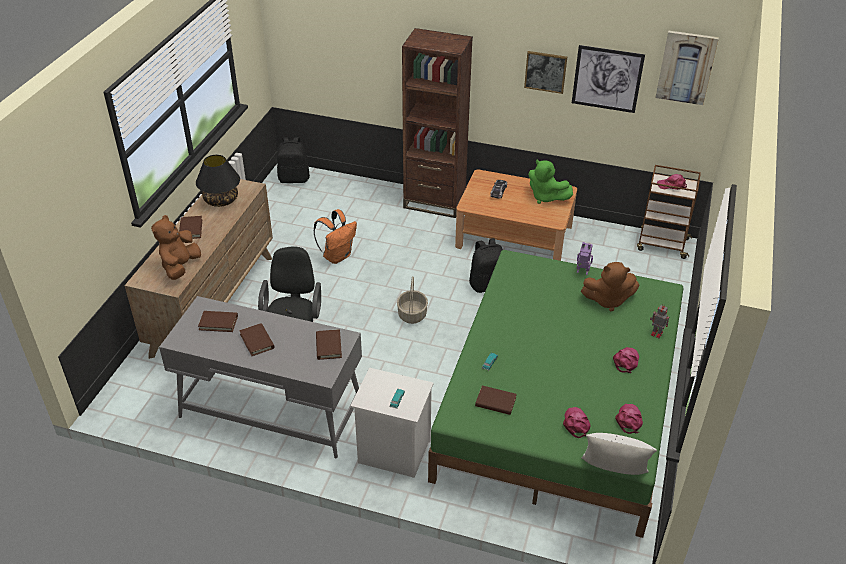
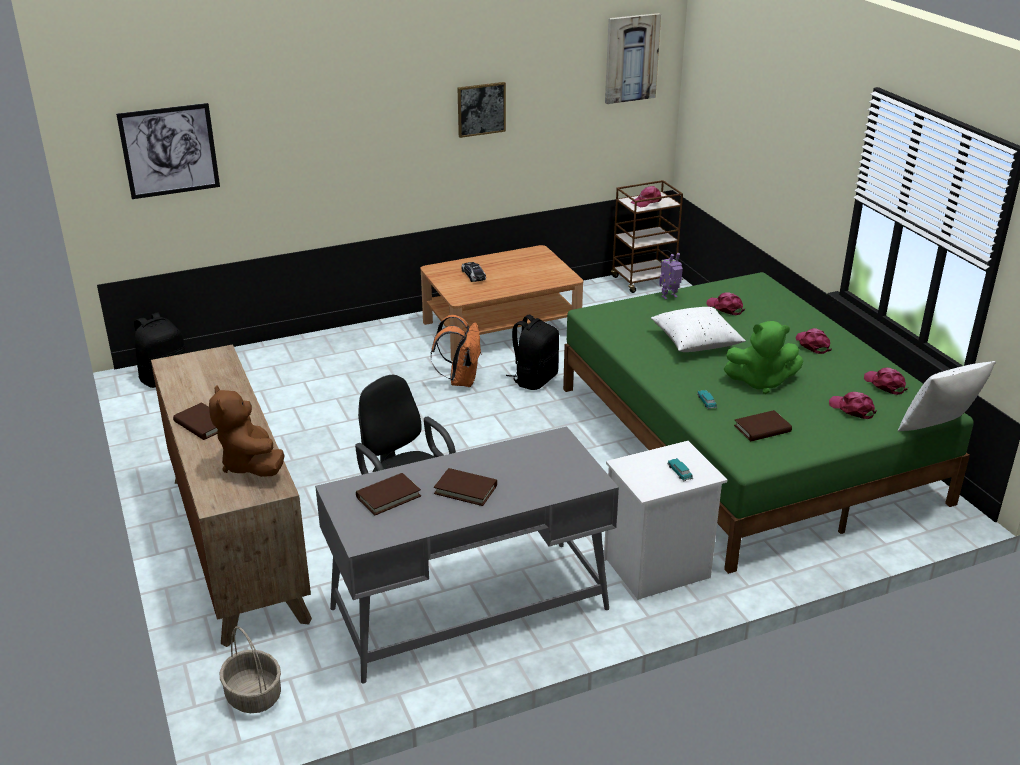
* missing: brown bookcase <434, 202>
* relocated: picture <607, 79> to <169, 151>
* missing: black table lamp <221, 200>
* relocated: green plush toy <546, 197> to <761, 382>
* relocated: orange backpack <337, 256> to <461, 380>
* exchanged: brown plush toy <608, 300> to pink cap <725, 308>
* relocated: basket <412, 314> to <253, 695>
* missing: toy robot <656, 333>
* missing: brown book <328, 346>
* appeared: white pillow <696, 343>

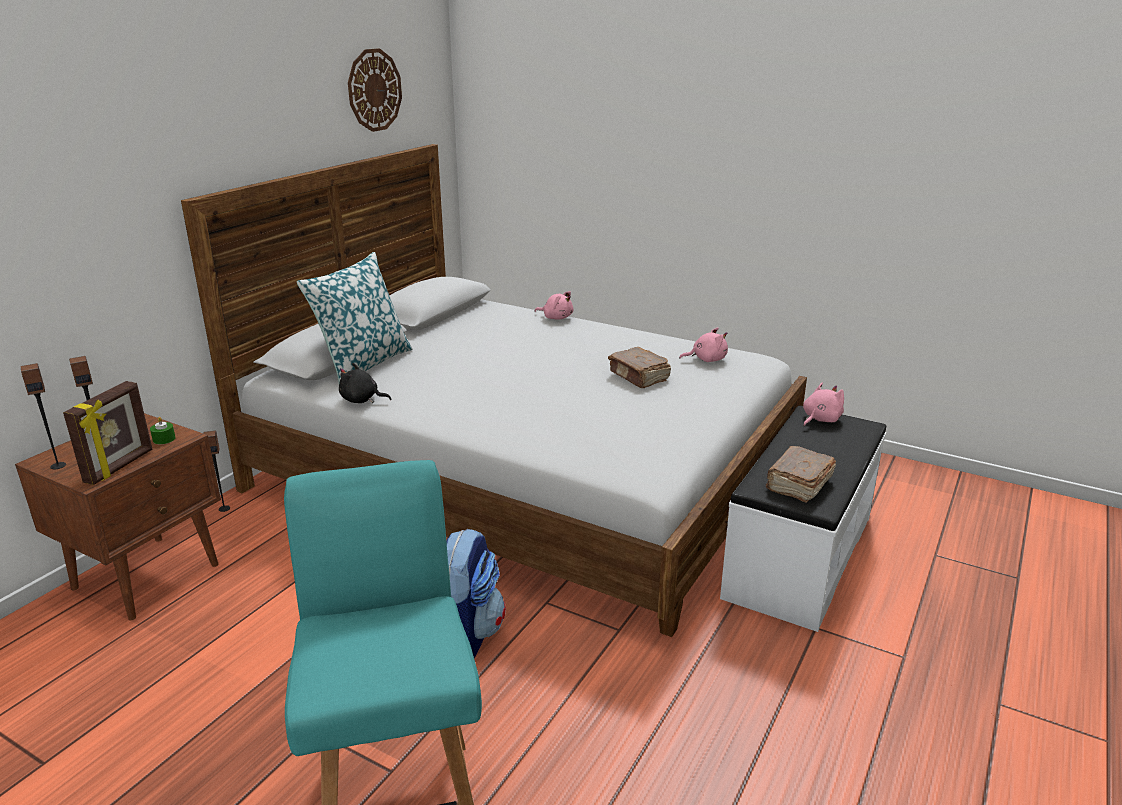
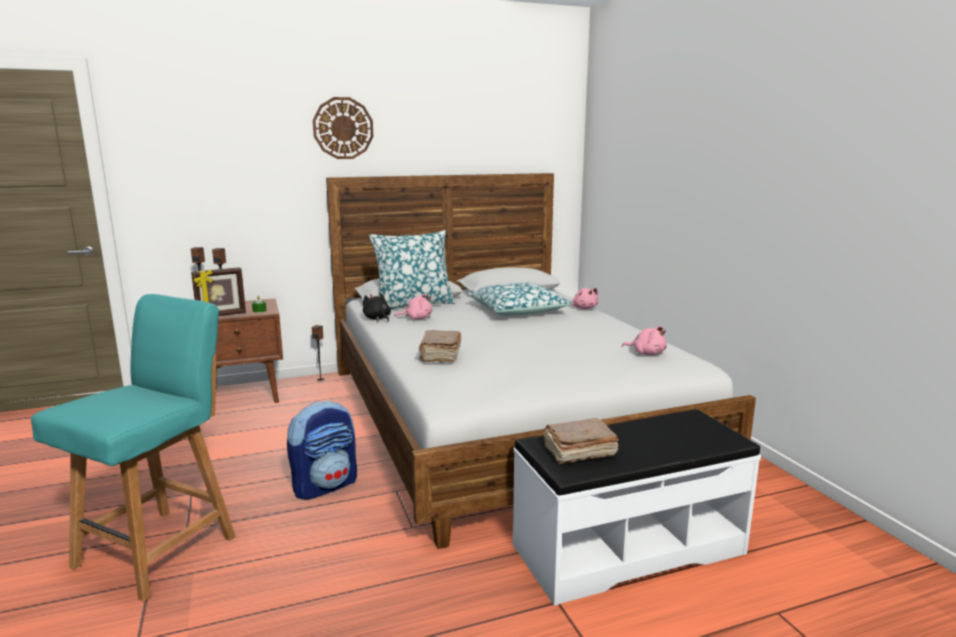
* relocated: wall clock <374, 90> to <343, 128>
* relocated: brown book <639, 377> to <440, 355>
* relocated: pink plush toy <820, 419> to <416, 318>
* appeared: pillow <517, 311>

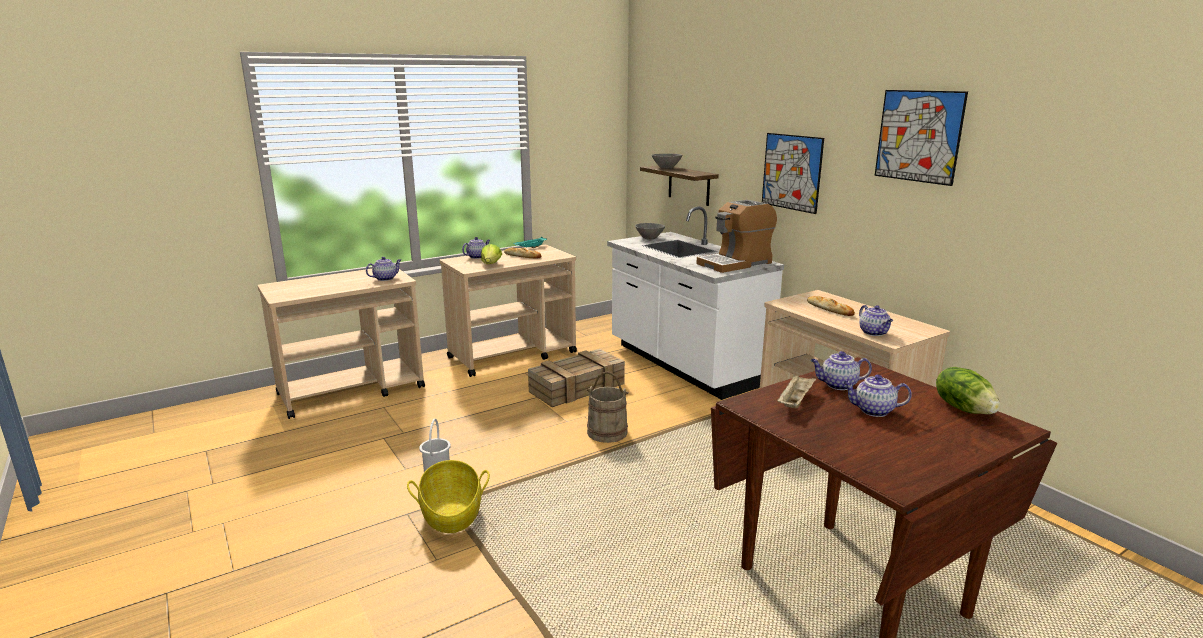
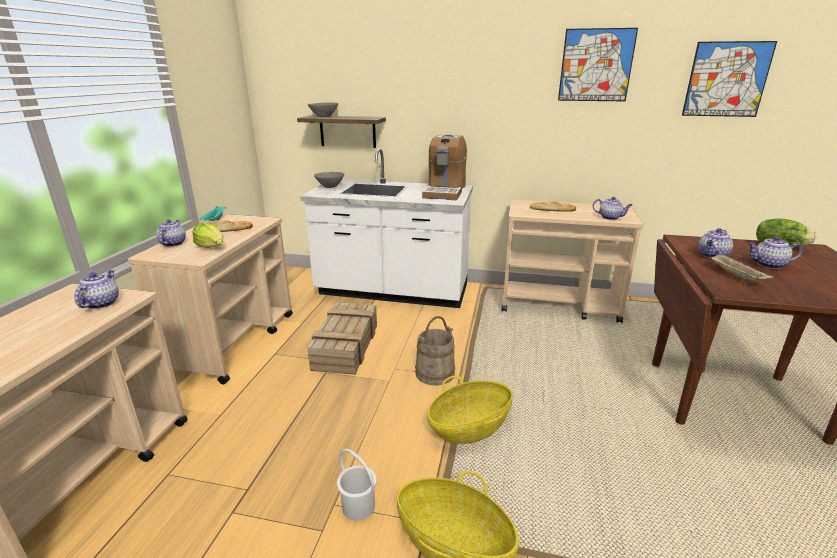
* relocated: picture <791, 172> to <726, 79>
* spun: teapot <872, 411> = <768, 265> 45 degrees clockwise
* appeared: basket <469, 427>

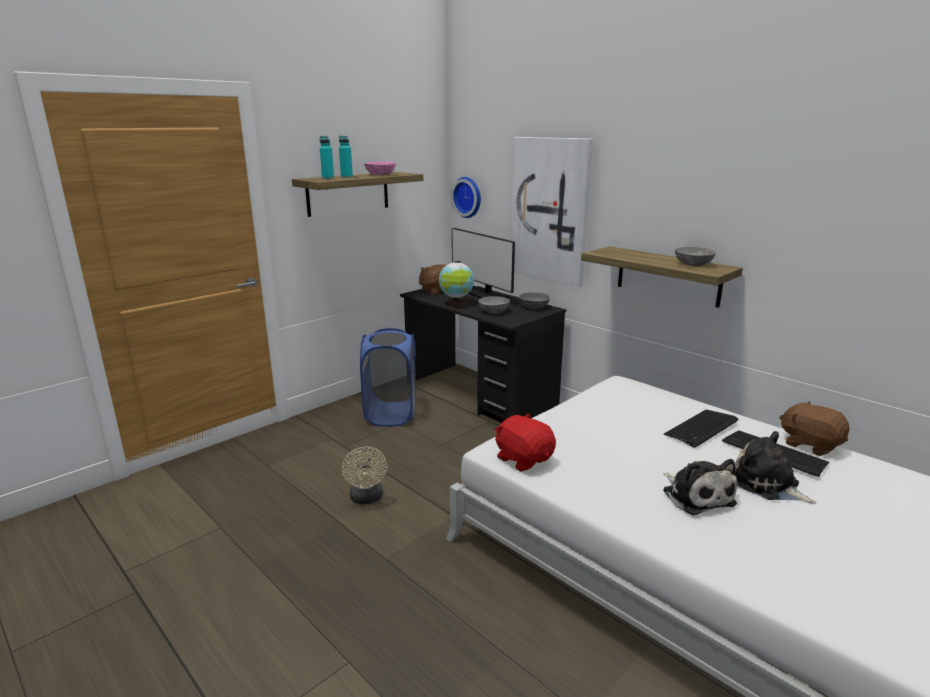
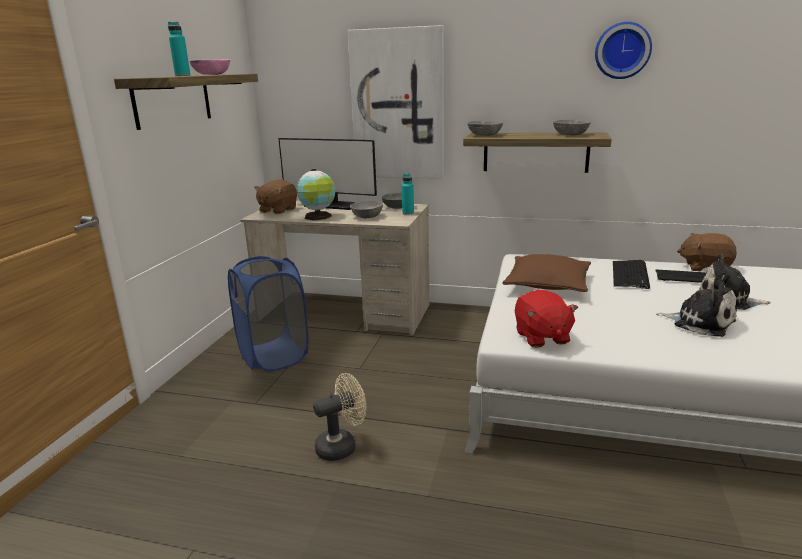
* relocated: turquoise bottle <328, 178> to <408, 213>
* relocated: wall clock <468, 197> to <622, 50>
* colour: black desk <479, 394> to beige desk <345, 313>
* spun: red plush toy <523, 459> = <541, 337> 120 degrees counterclockwise
* spun: beige fan <367, 498> = <342, 446> 75 degrees counterclockwise
* appeared: grey bowl <484, 135>
* appeared: brown pillow <547, 284>

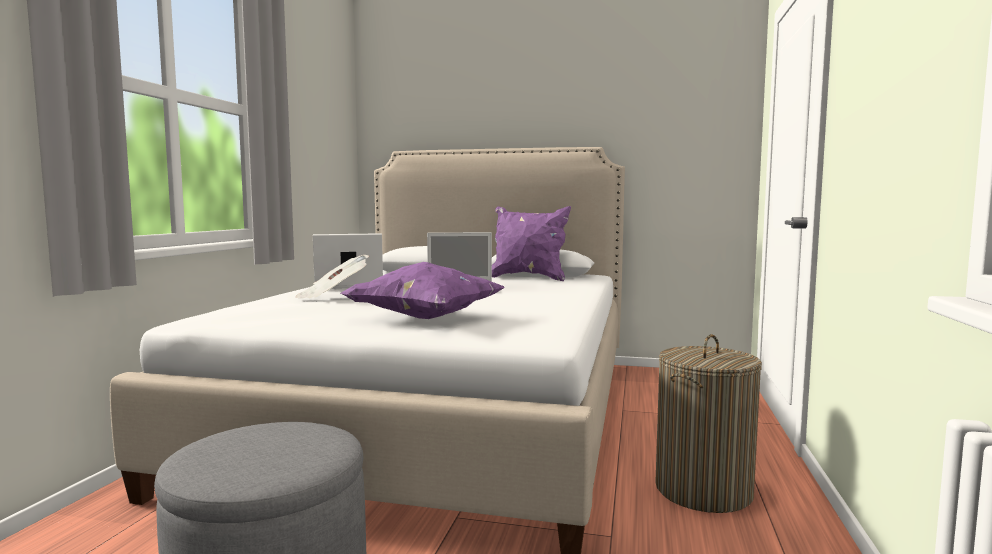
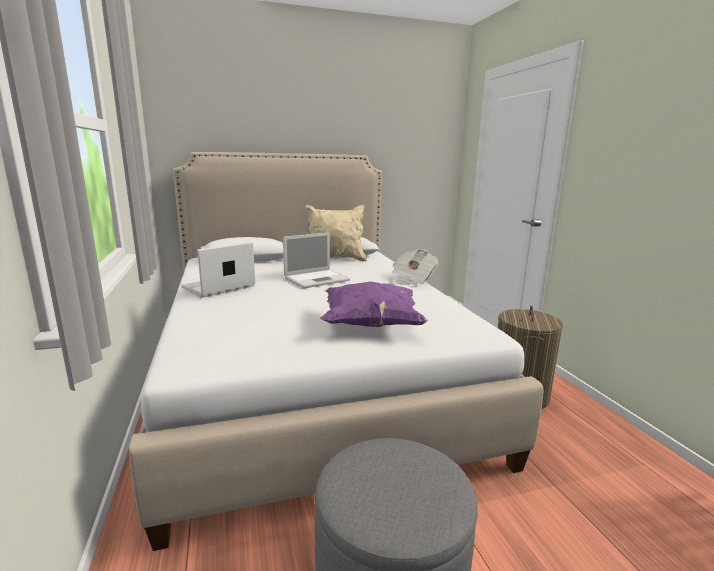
* colour: purple pillow <528, 278> to beige pillow <336, 259>
* relocated: newspaper <333, 296> to <412, 280>

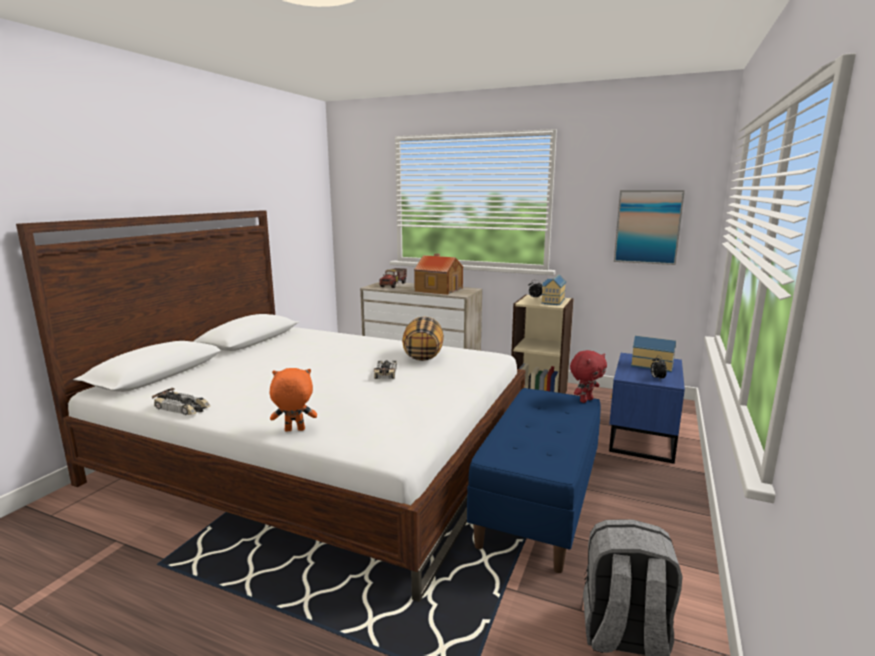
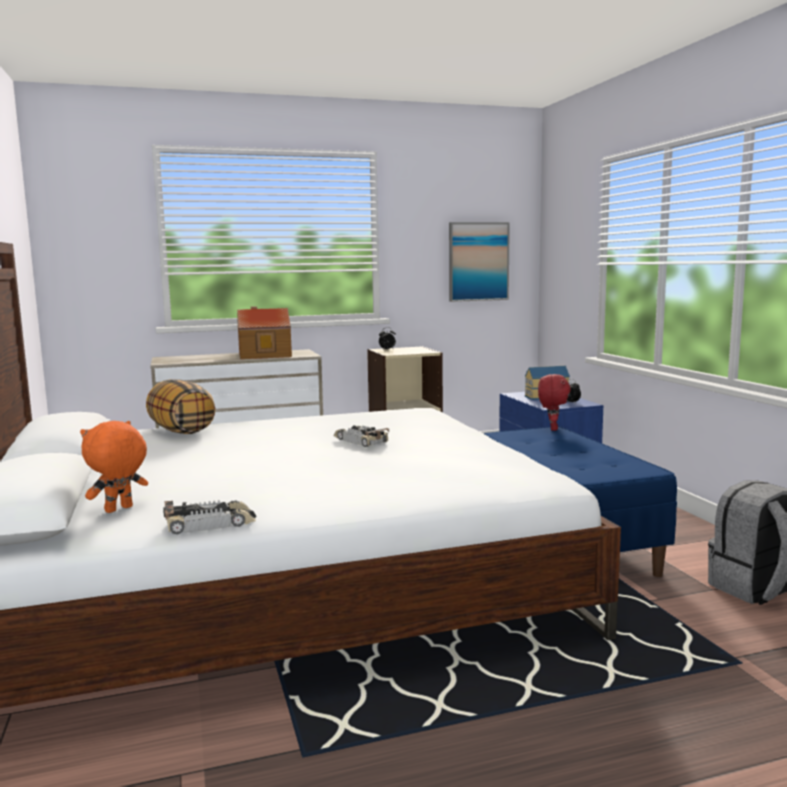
* missing: toy truck <394, 285>
* missing: toy house <552, 301>
* relocated: pillow <423, 356> to <181, 431>
* relocated: orange plush toy <294, 430> to <119, 510>

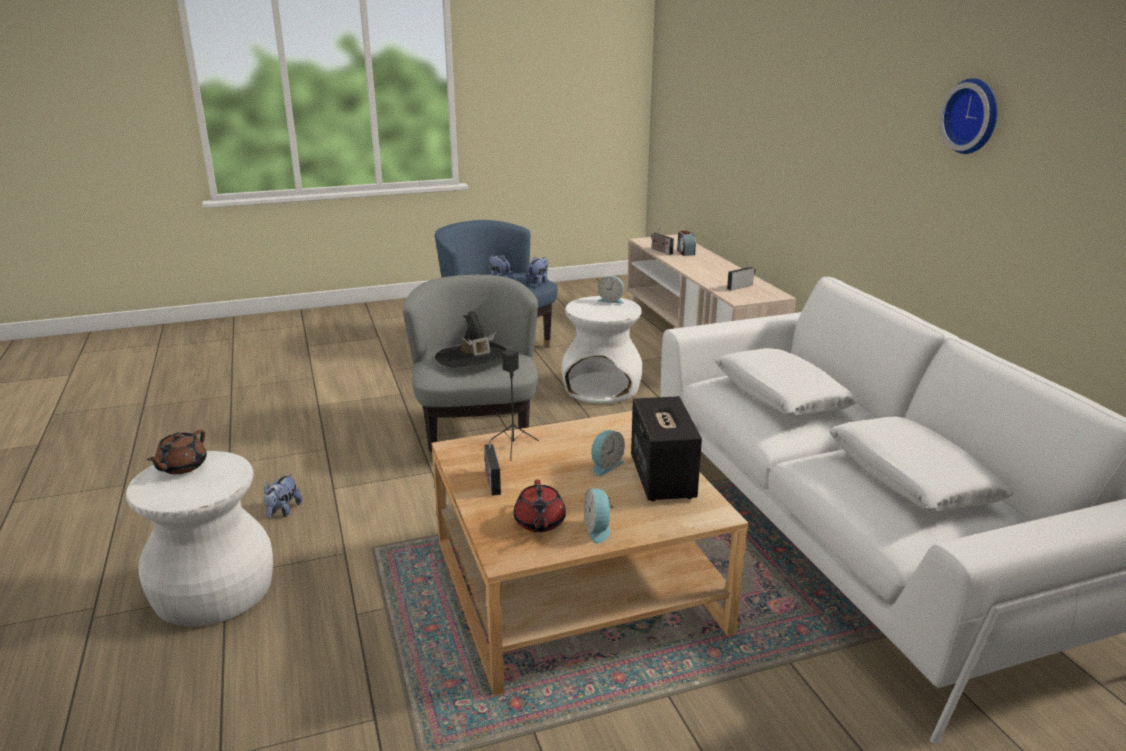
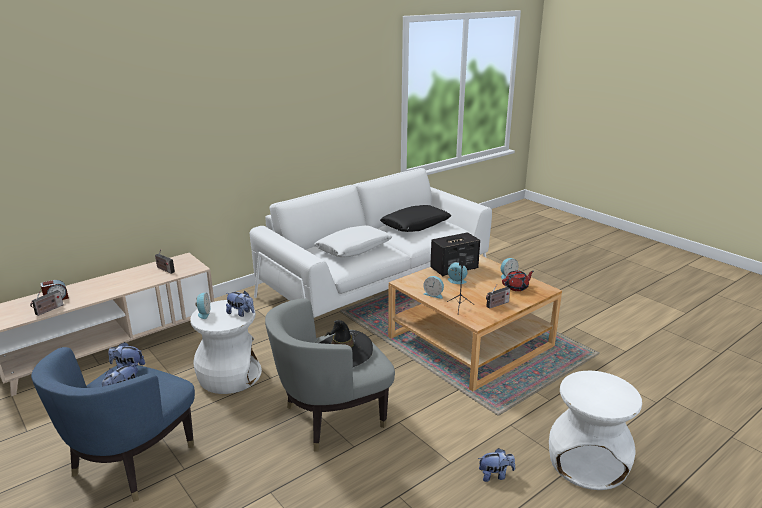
* missing: wall clock <973, 116>
* colour: white pillow <911, 478> to black pillow <415, 225>
* missing: brown teapot <181, 467>
* appeared: alarm clock <434, 294>
* appeared: plush toy <241, 313>

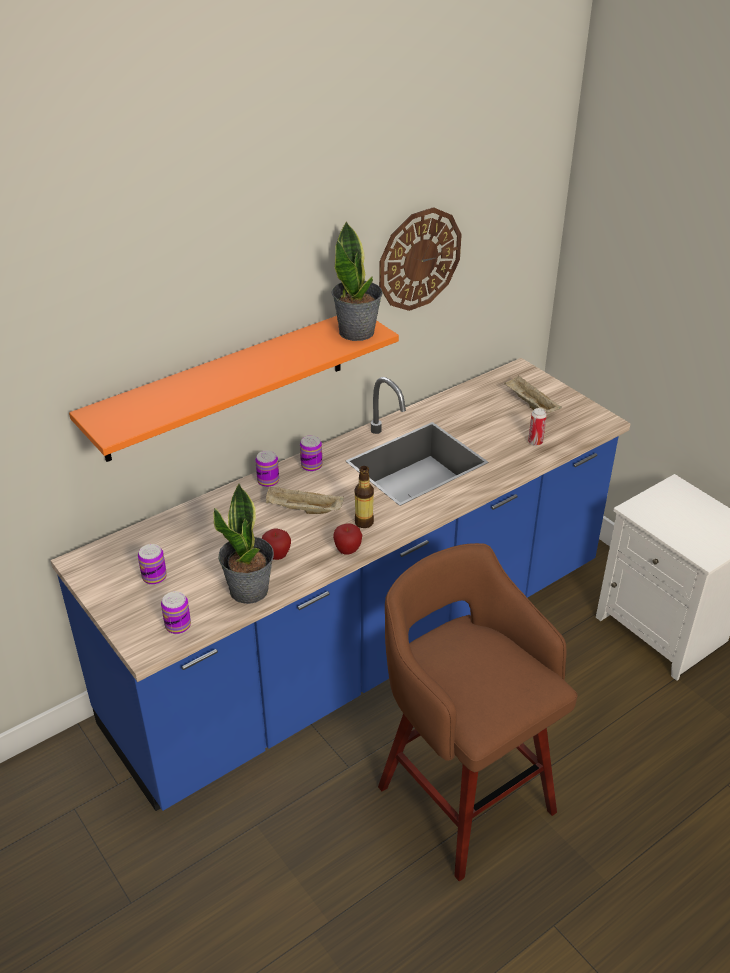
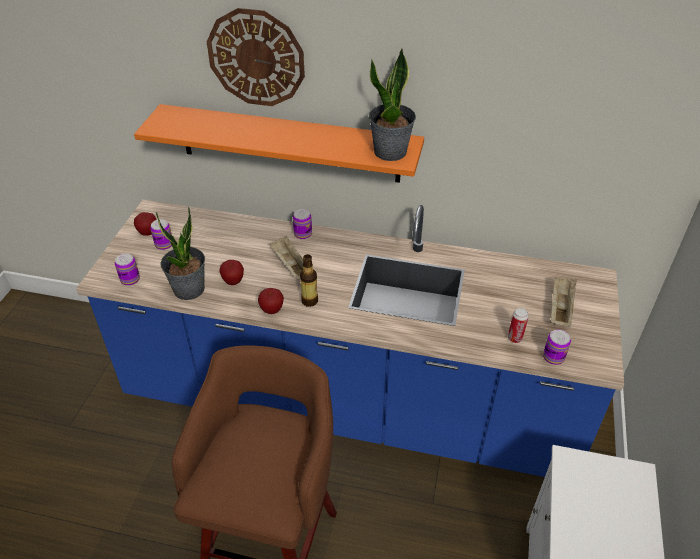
* relocated: wall clock <419, 259> to <256, 58>
* relocated: can <311, 466> to <553, 357>
* appeared: apple <148, 233>

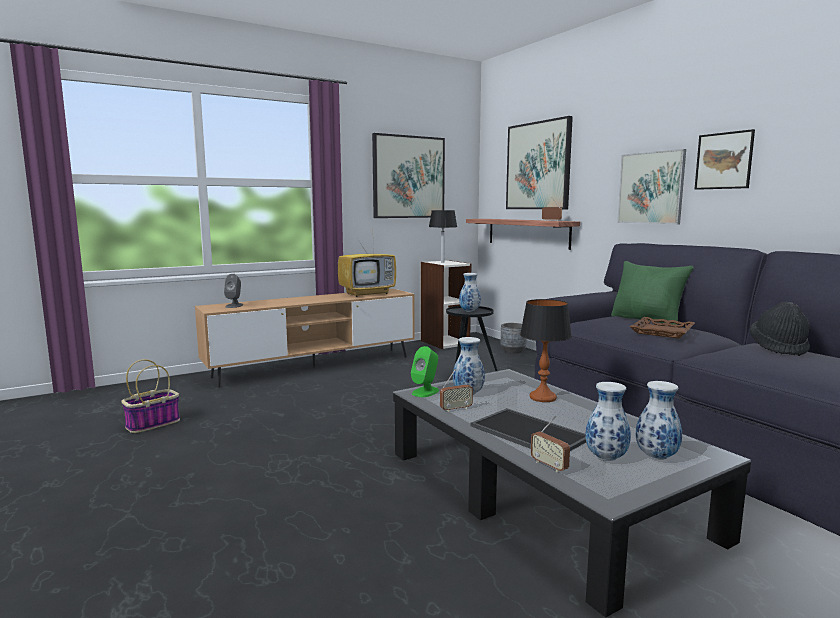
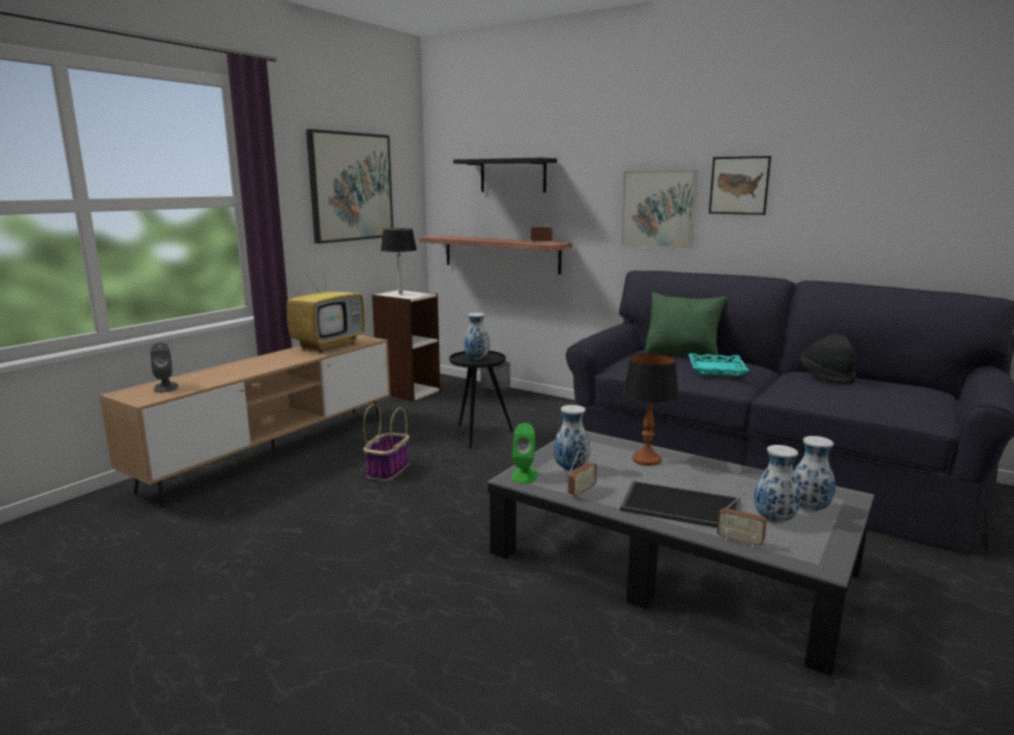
* exchanged: picture <538, 166> to black shelf <513, 175>
* colour: brown tray <661, 331> to turquoise tray <716, 369>
* relocated: basket <153, 423> to <388, 469>

